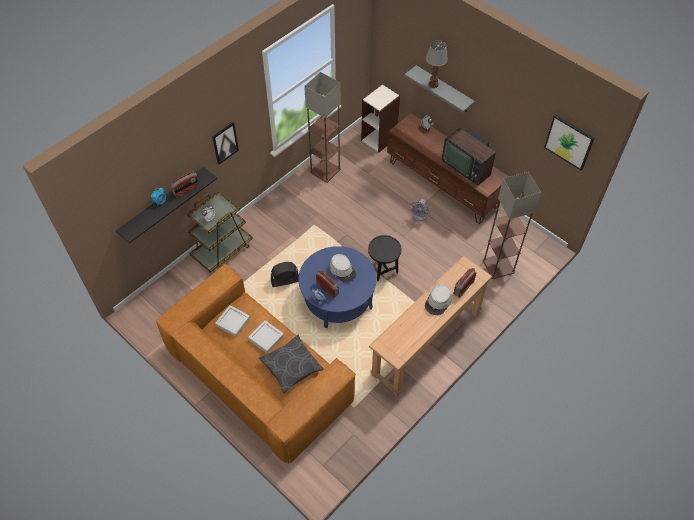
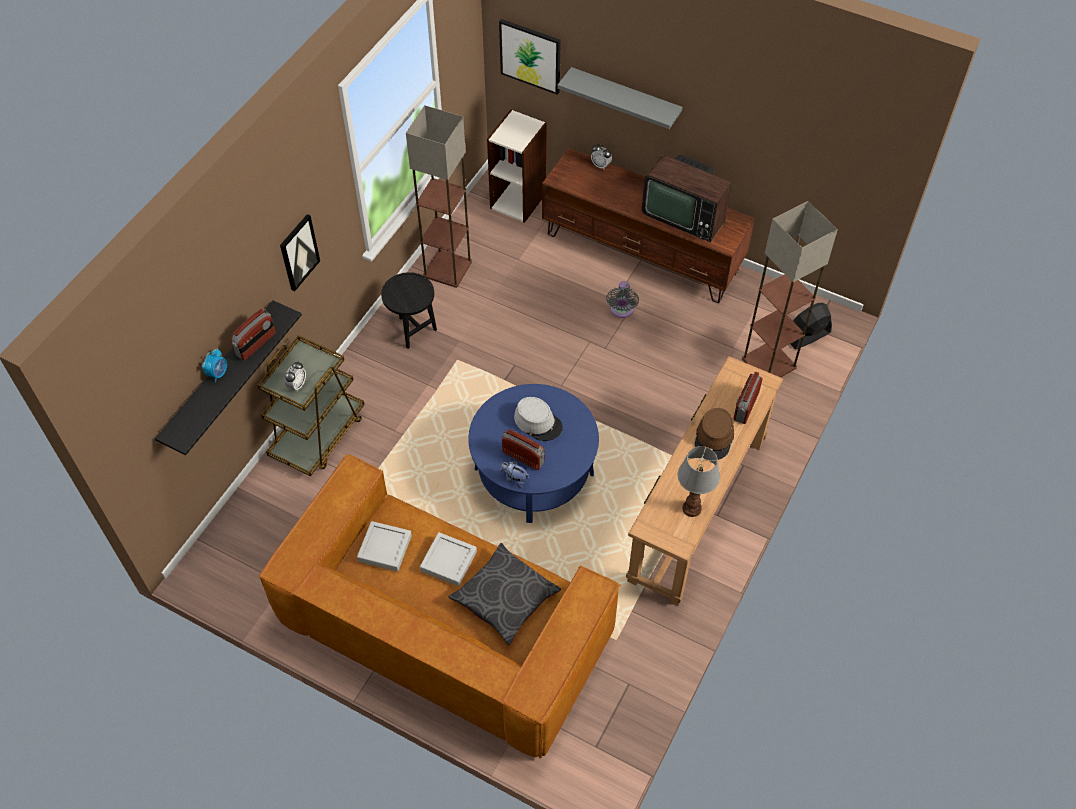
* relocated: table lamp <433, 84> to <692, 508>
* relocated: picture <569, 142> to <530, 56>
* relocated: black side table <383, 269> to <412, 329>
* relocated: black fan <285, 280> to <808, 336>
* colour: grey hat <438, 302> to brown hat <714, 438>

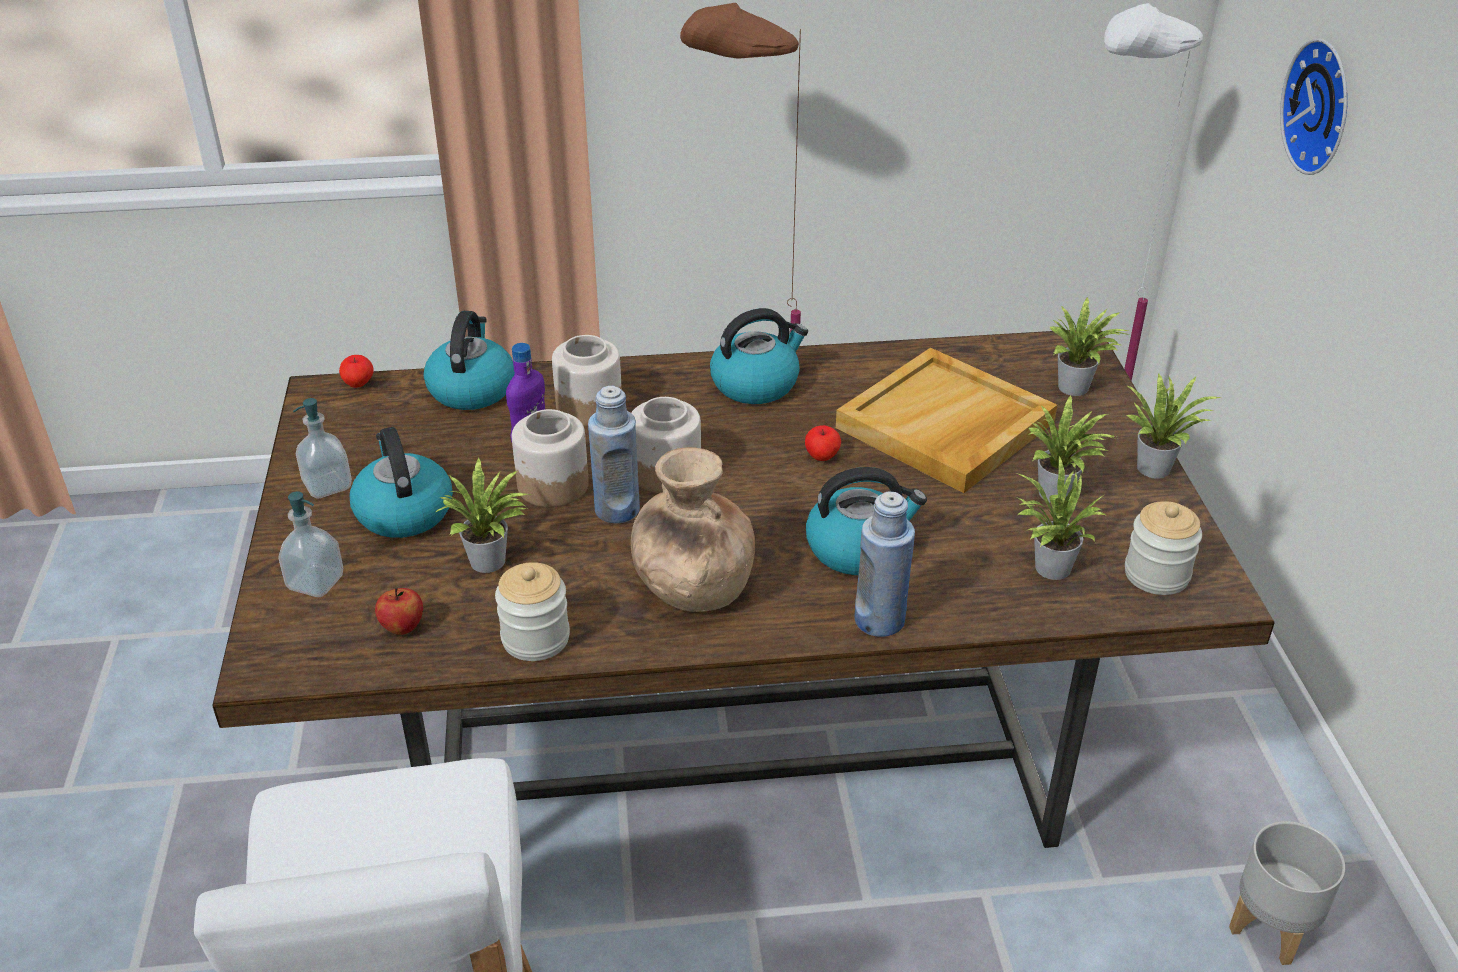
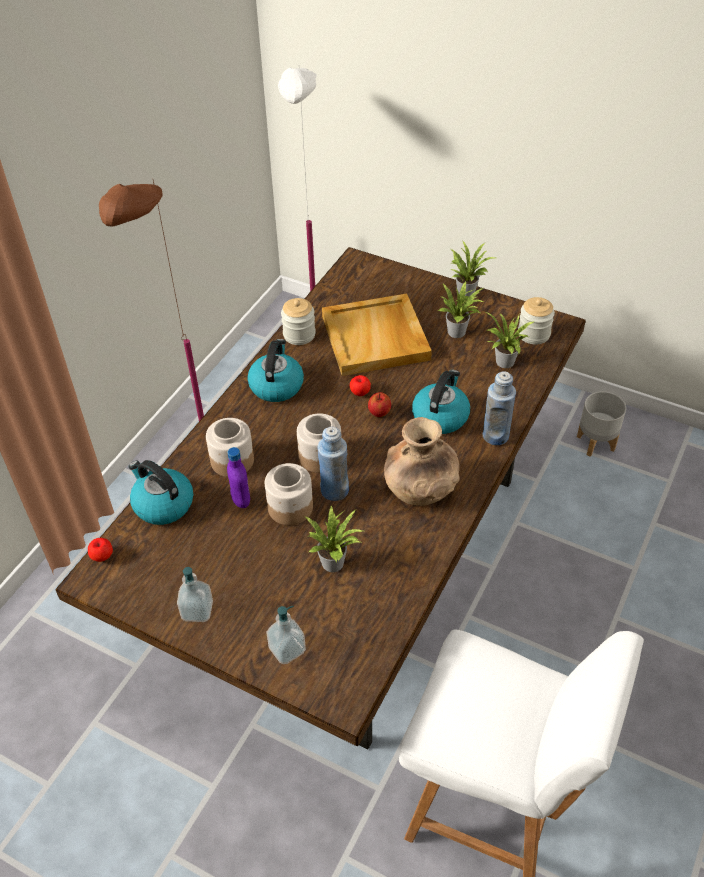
* missing: wall clock <1323, 107>
* missing: potted plant <1076, 389>
* missing: kettle <403, 511>
* relocated: jar <535, 638> to <299, 335>
* relocated: apple <402, 627> to <379, 413>

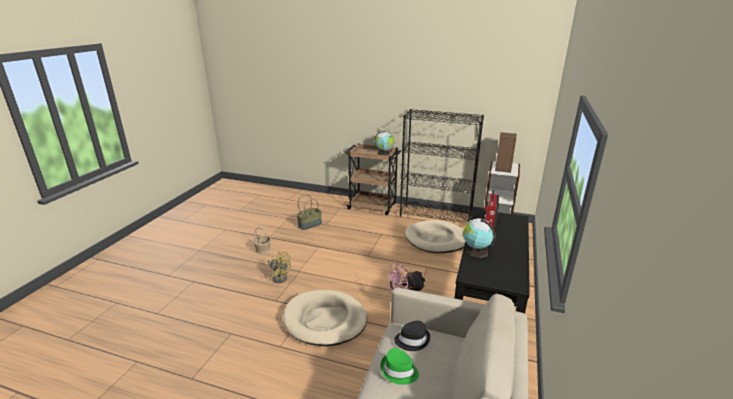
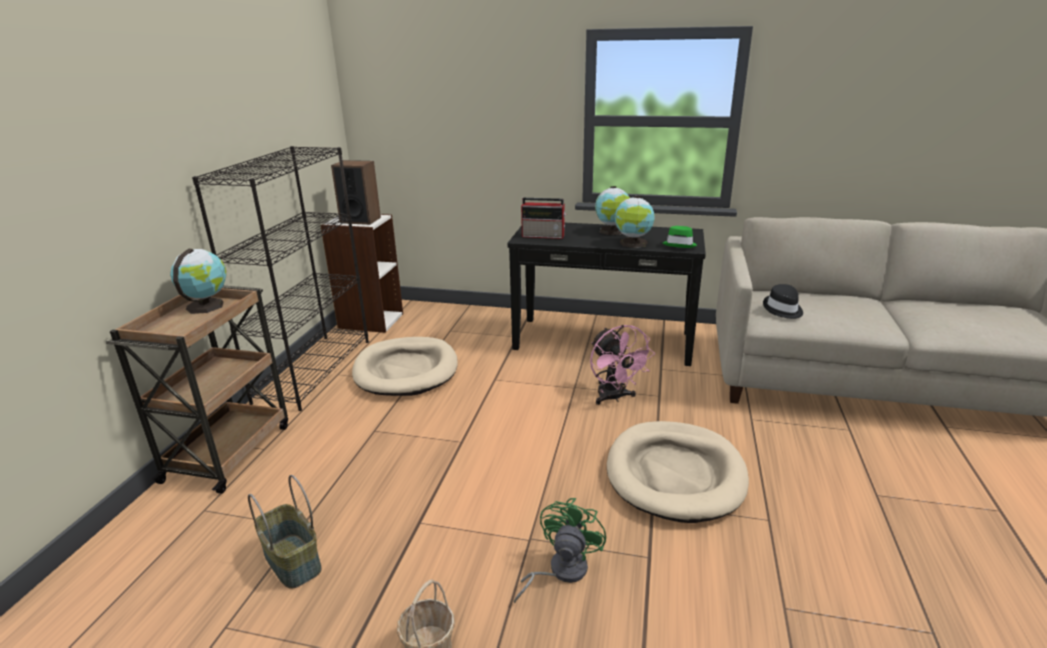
* colour: yellow fan <279, 277> to green fan <560, 571>
* relocated: green hat <399, 371> to <679, 245>
* appeared: globe <612, 231>

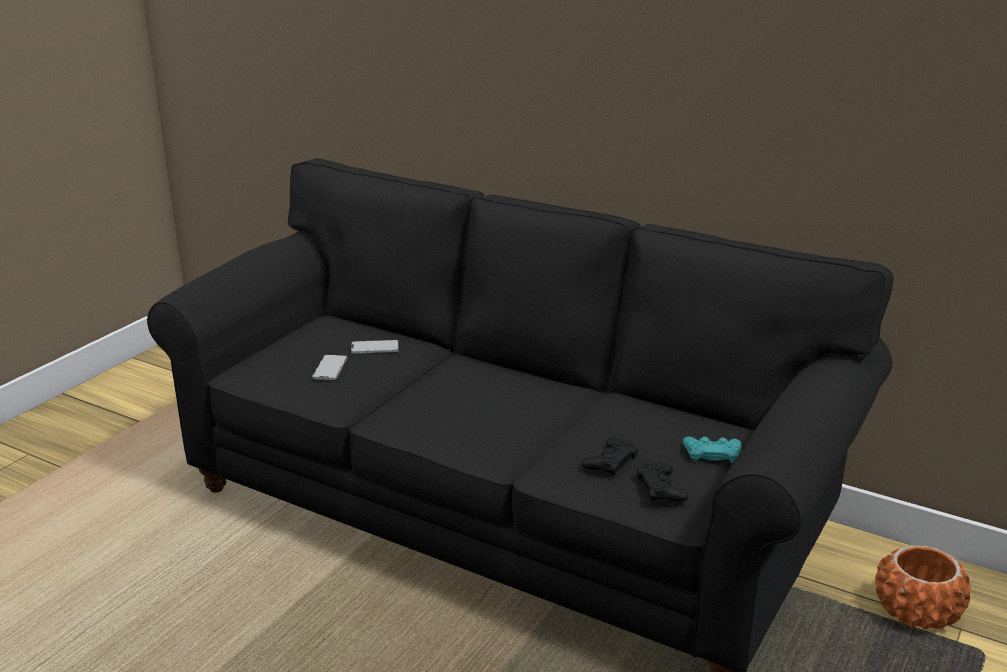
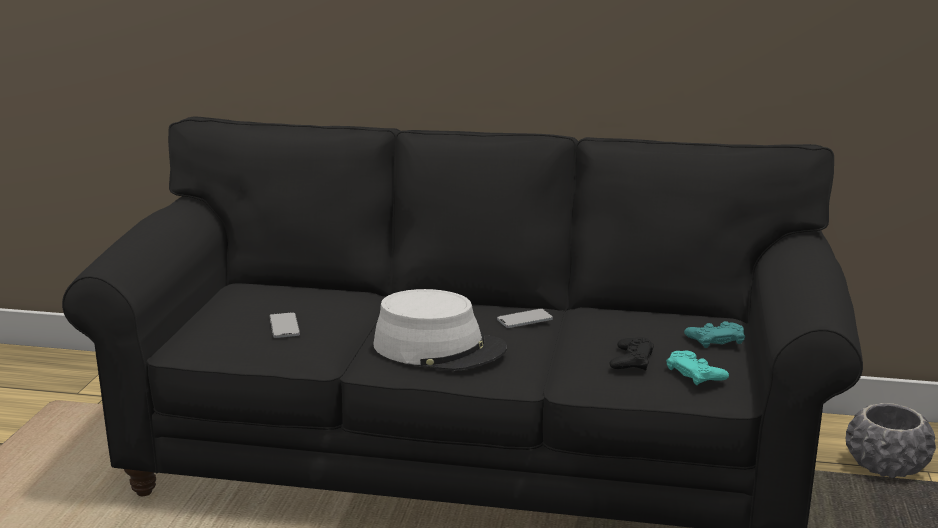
* relocated: phone <375, 348> to <525, 319>
* colour: black game controller <661, 488> to turquoise game controller <695, 373>
* colour: orange planter <917, 612> to grey planter <886, 466>
* appeared: white hat <439, 348>

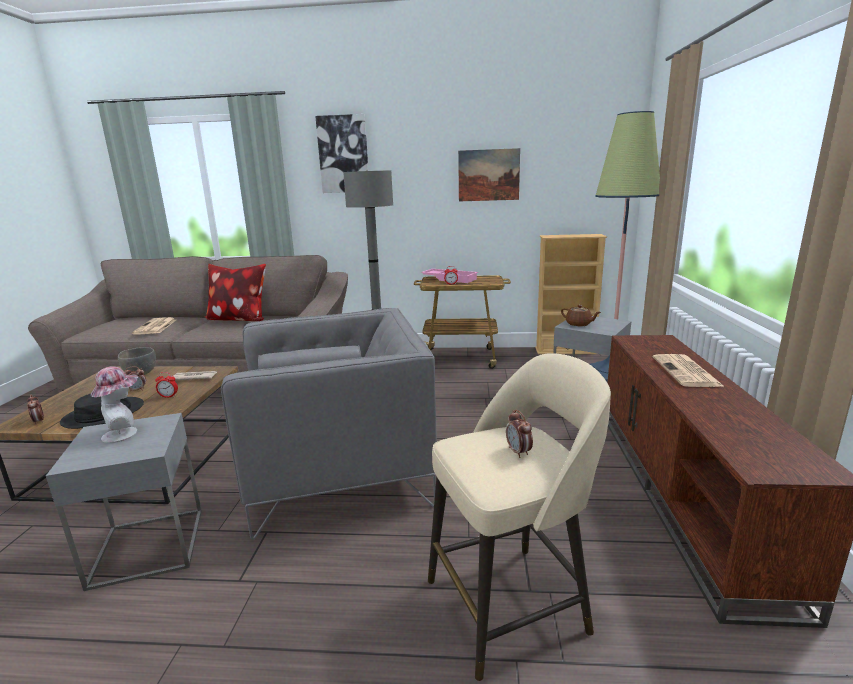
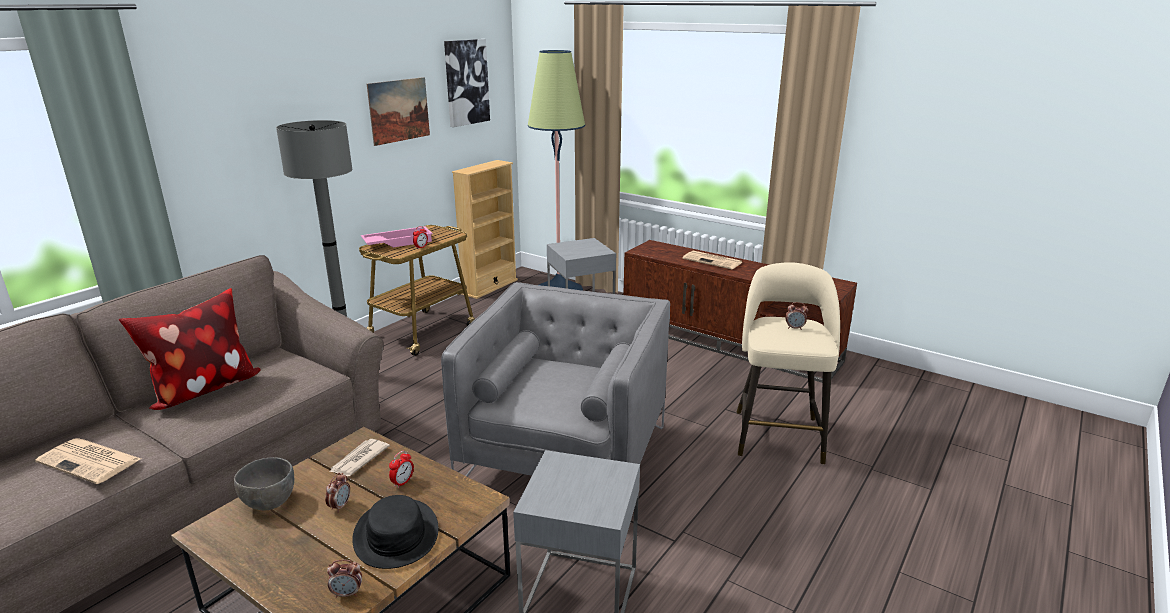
* relocated: picture <343, 154> to <466, 82>
* missing: brown teapot <579, 324>
* missing: hat <124, 433>

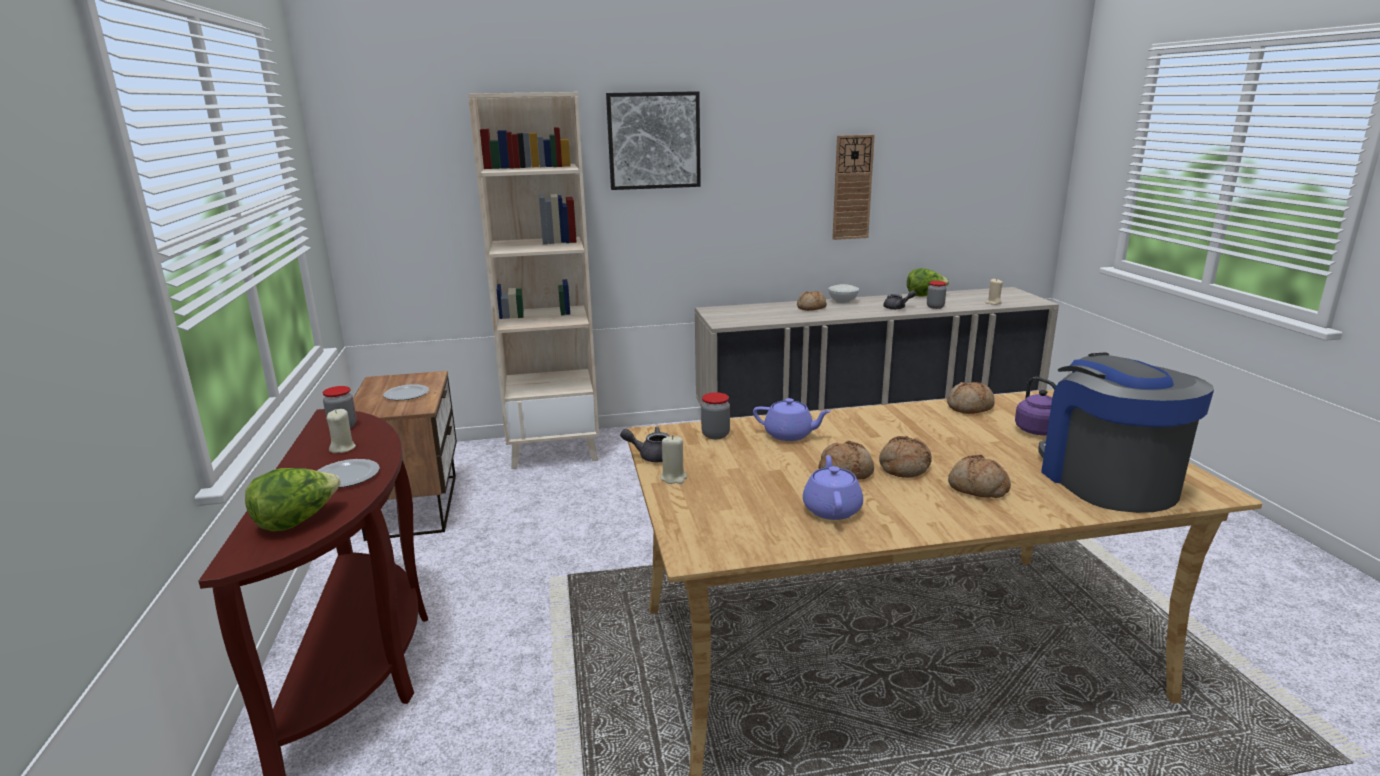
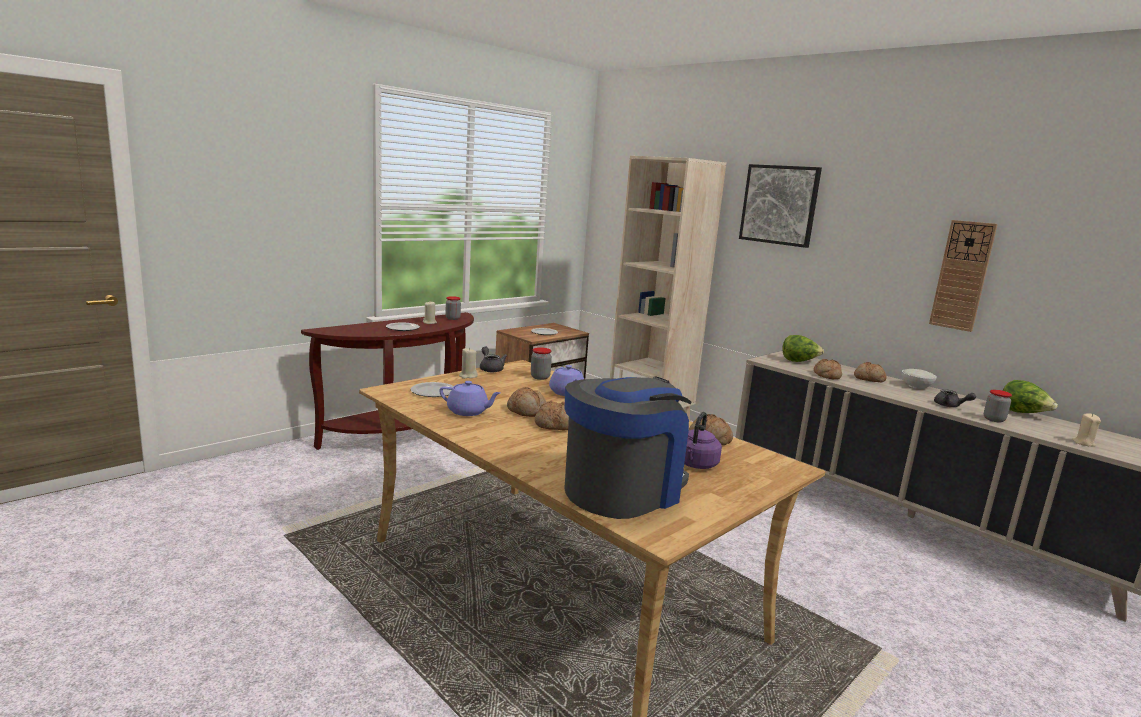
* spun: purple teapot <832, 509> = <468, 412> 45 degrees clockwise
* relocated: bread <977, 488> to <826, 375>
* relocated: lettuce <297, 521> to <799, 361>
* appeared: plate <433, 391>

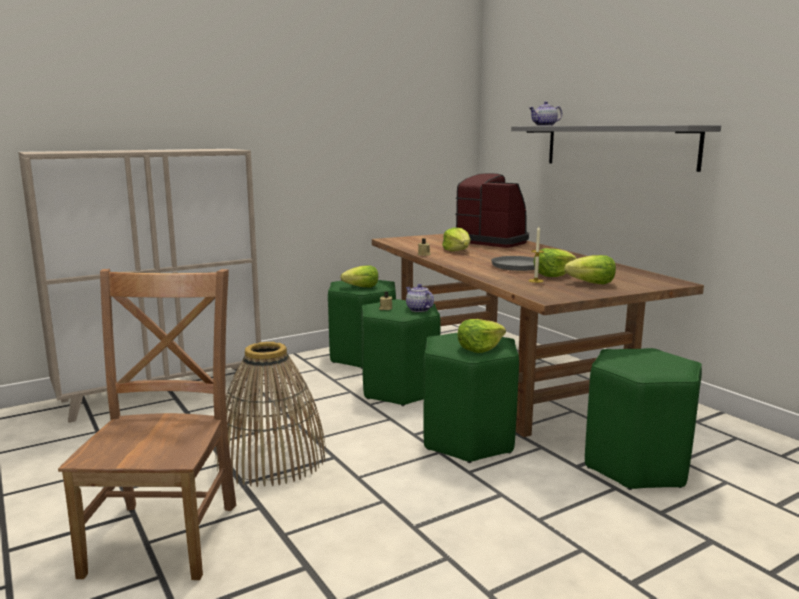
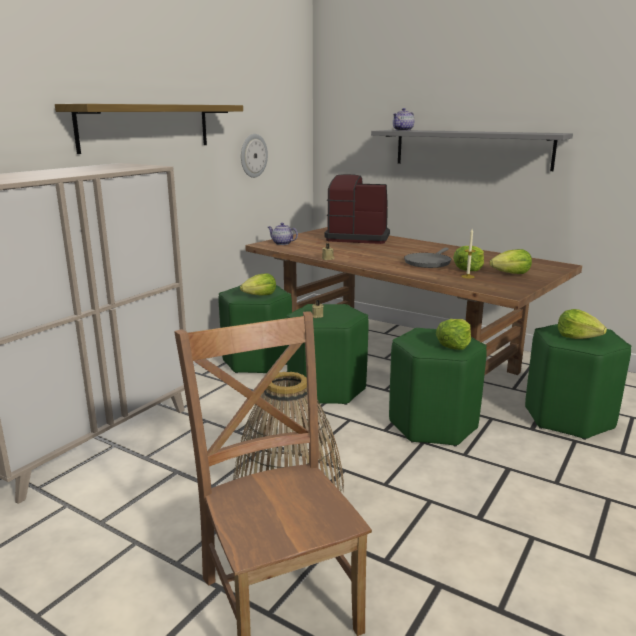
* relocated: lettuce <457, 251> to <578, 337>
* relocated: teapot <418, 309> to <282, 243>
* appeared: shelf <146, 127>
* appeared: wall clock <253, 155>

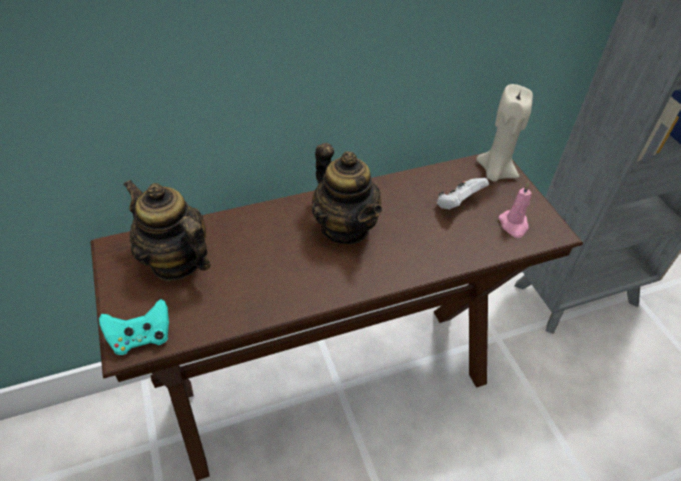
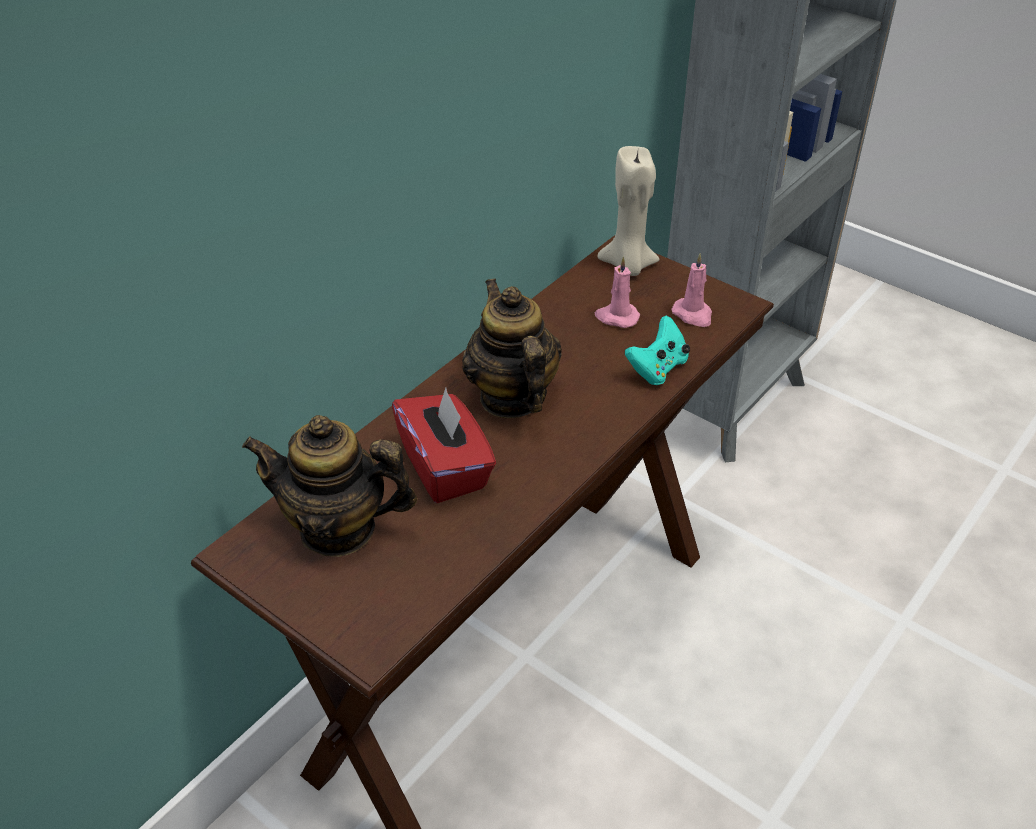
* spun: teapot <345, 227> = <512, 397> 135 degrees counterclockwise
* exchanged: white game controller <458, 204> to pink candle <616, 317>
* relocated: turquoise game controller <141, 338> to <657, 368>
* appeared: red tissue box <445, 468>

